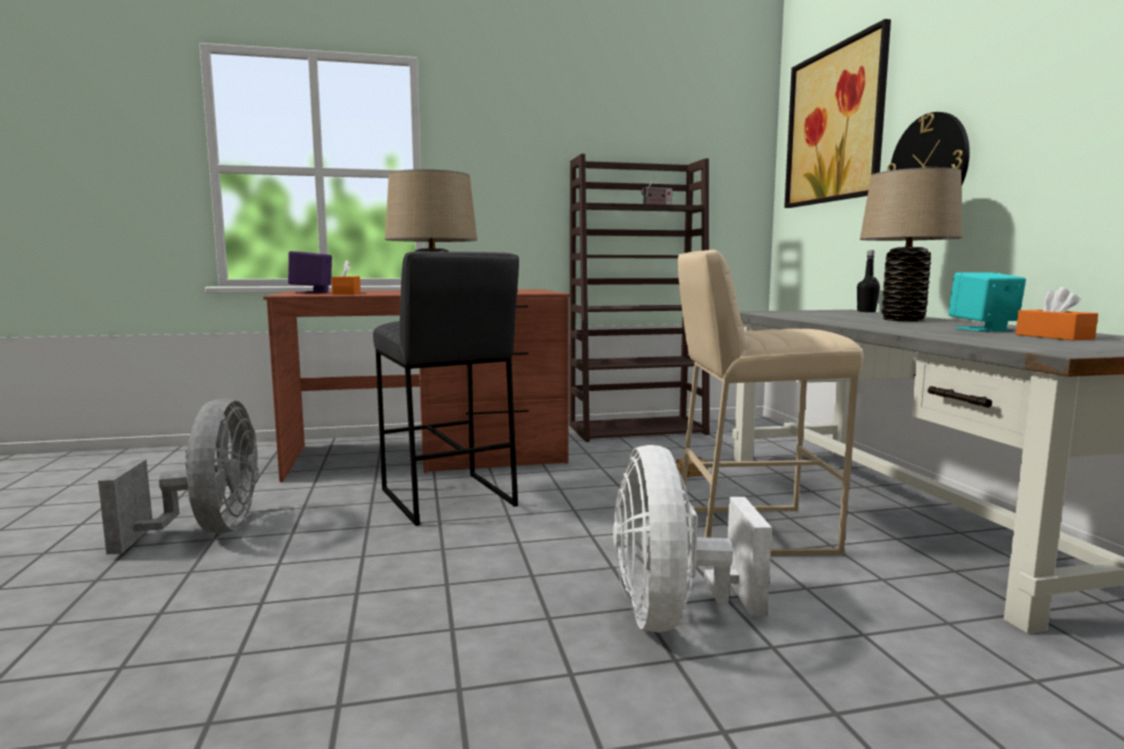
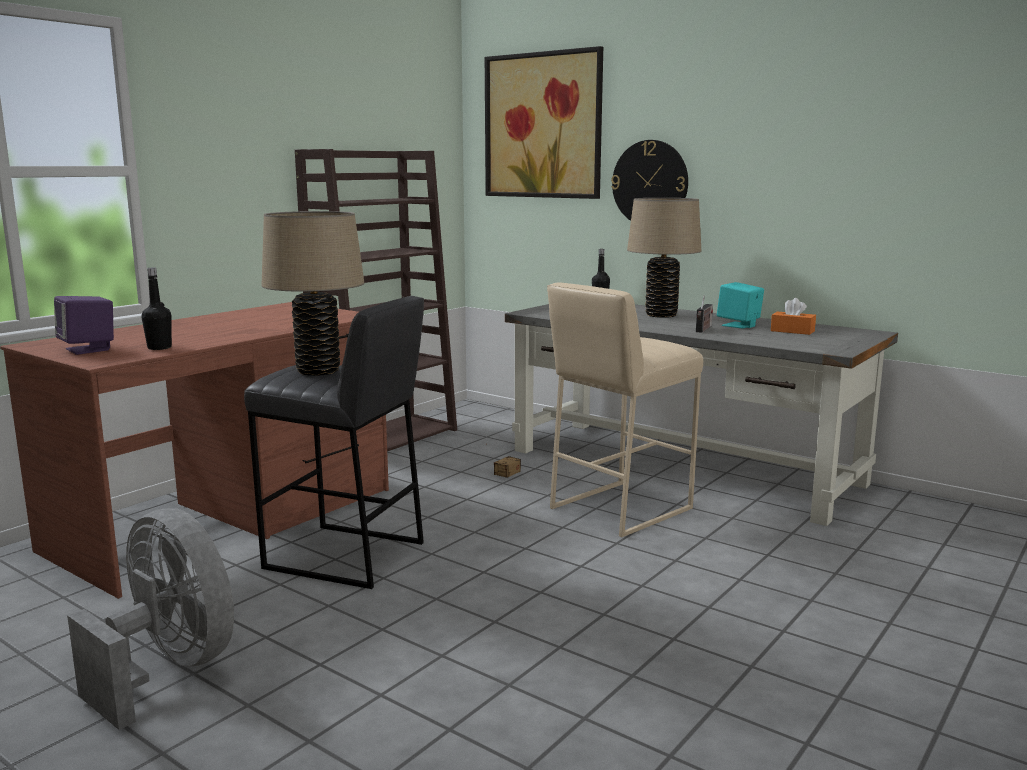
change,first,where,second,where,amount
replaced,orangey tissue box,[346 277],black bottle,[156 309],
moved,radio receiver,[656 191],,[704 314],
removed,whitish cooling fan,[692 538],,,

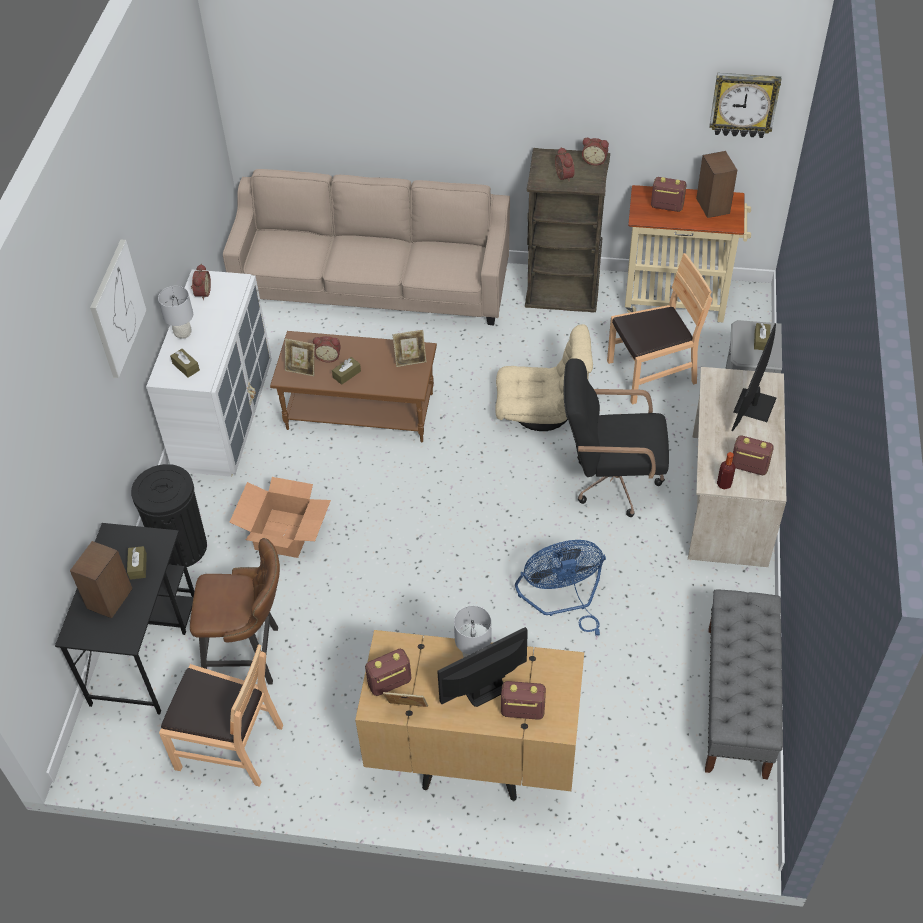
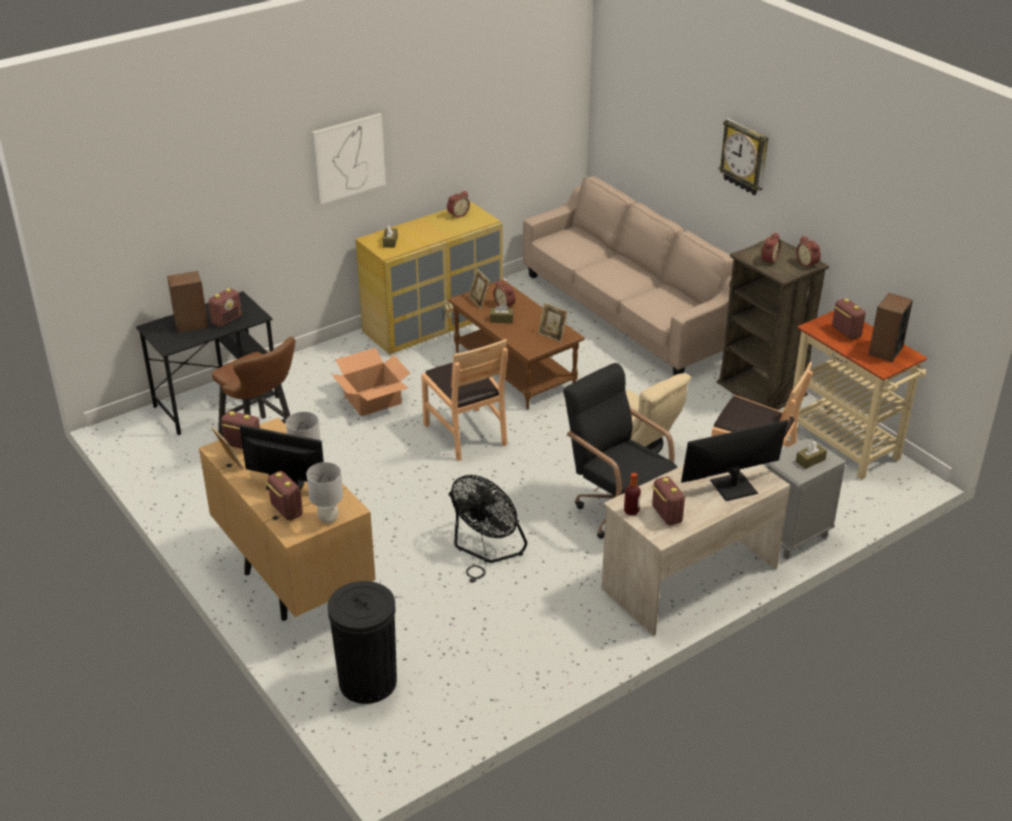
change,first,where,second,where,amount
replaced,brownish tissue box,[137 563],radio receiver,[225 307],
moved,greyish lamp for a table,[175 312],,[325 492],
moved,black rubbish bin,[169 515],,[362 642],
recoloured,whitish storage cabinet,[209 373],yellow storage cabinet,[429 278],
moved,brownish upright chair,[221 715],,[464 400],
recoloured,blue-coloured cooling fan,[560 588],black cooling fan,[487 529],
moved,wall clock,[745 105],,[744 156],
removed,greyish long seat,[744 684],,,

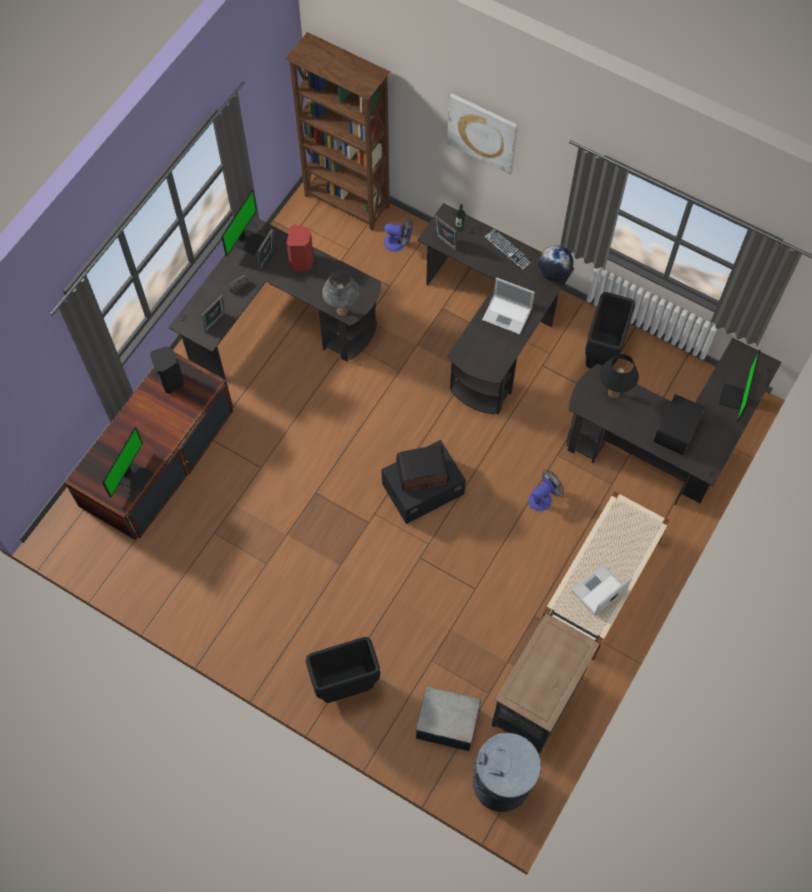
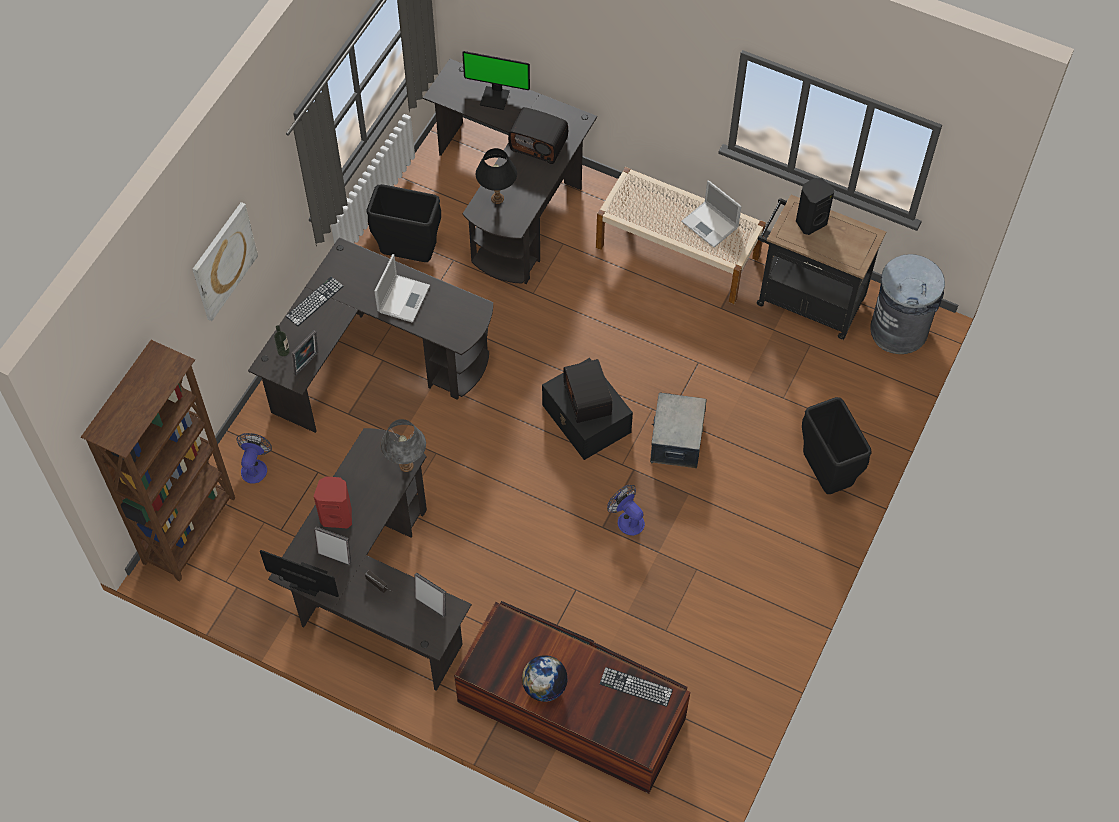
change,first,where,second,where,amount
moved,desk globe,[555 263],,[545 678],
replaced,computer display,[127 462],computer keyboard,[636 687],
moved,cooling fan,[546 490],,[626 510],
moved,storage container,[448 718],,[678 430],
moved,black audio speaker,[167 370],,[815 206],

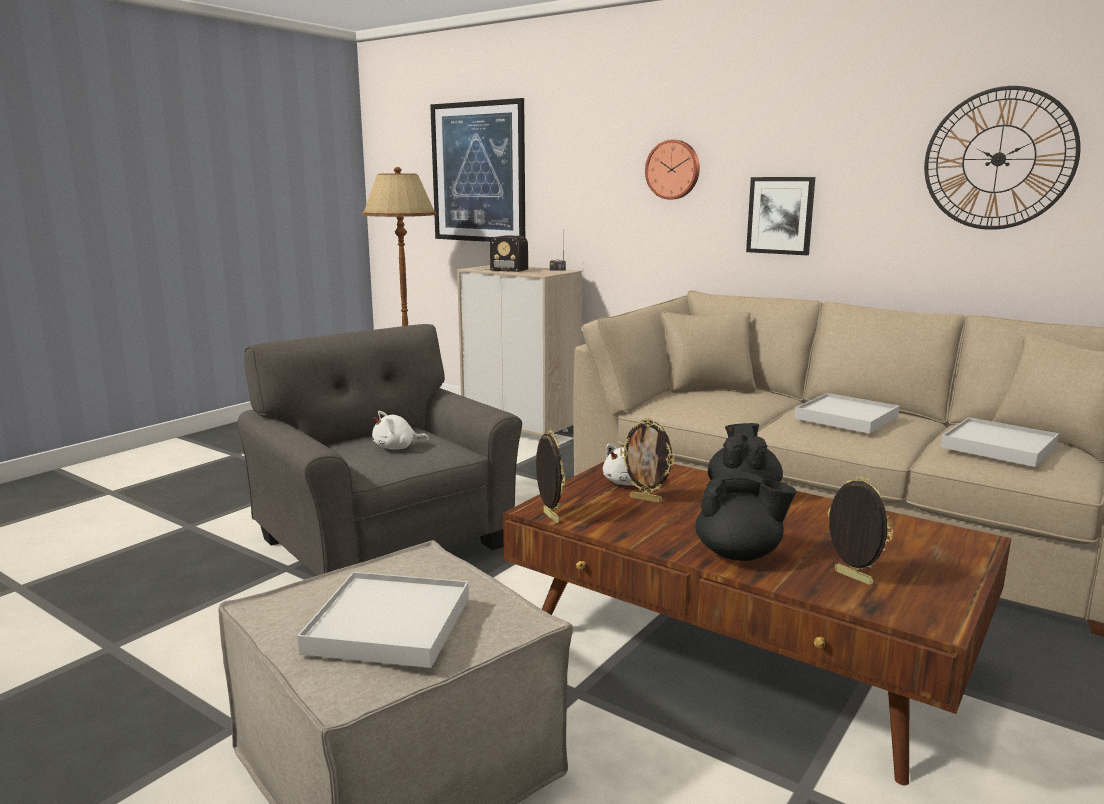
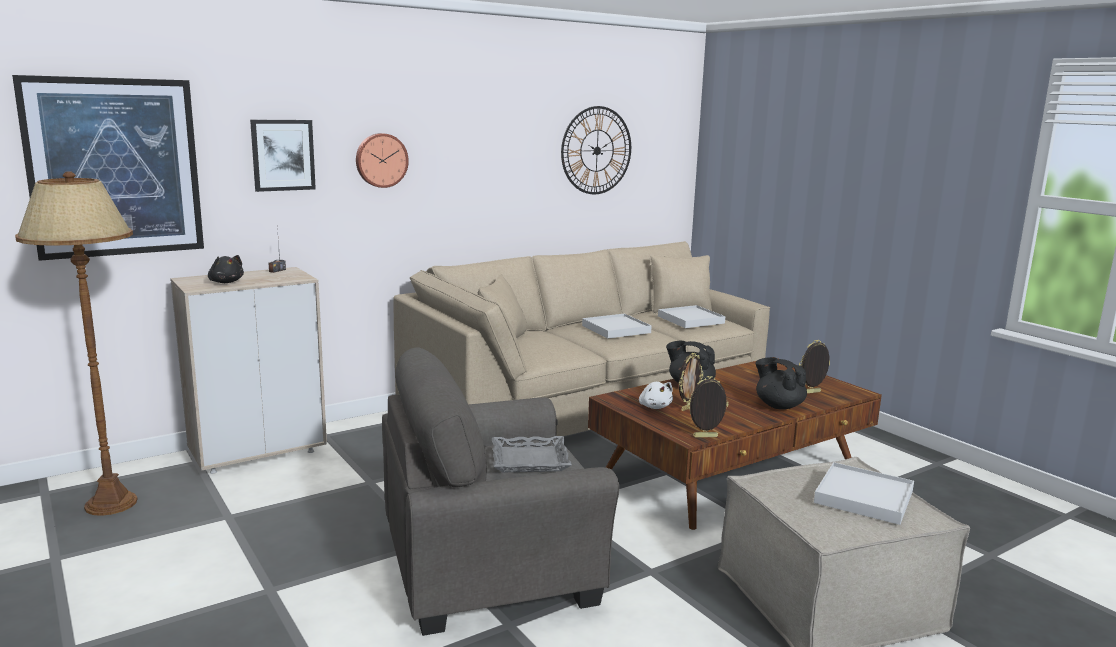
change,first,where,second,where,amount
replaced,radio receiver,[502 253],black plush toy,[226 269],
moved,picture,[780 216],,[283 156],
replaced,whitish plush toy,[400 430],greyish serving tray,[532 454],
turned,black tea pot,[746 516],,[781 383],75 degrees counterclockwise

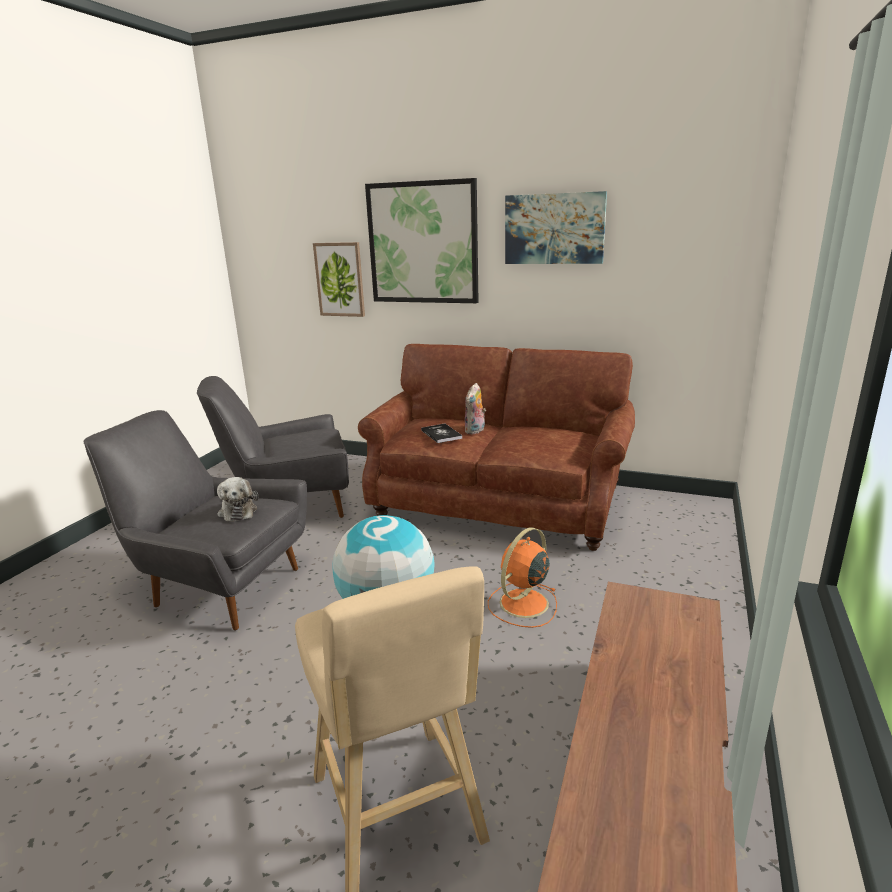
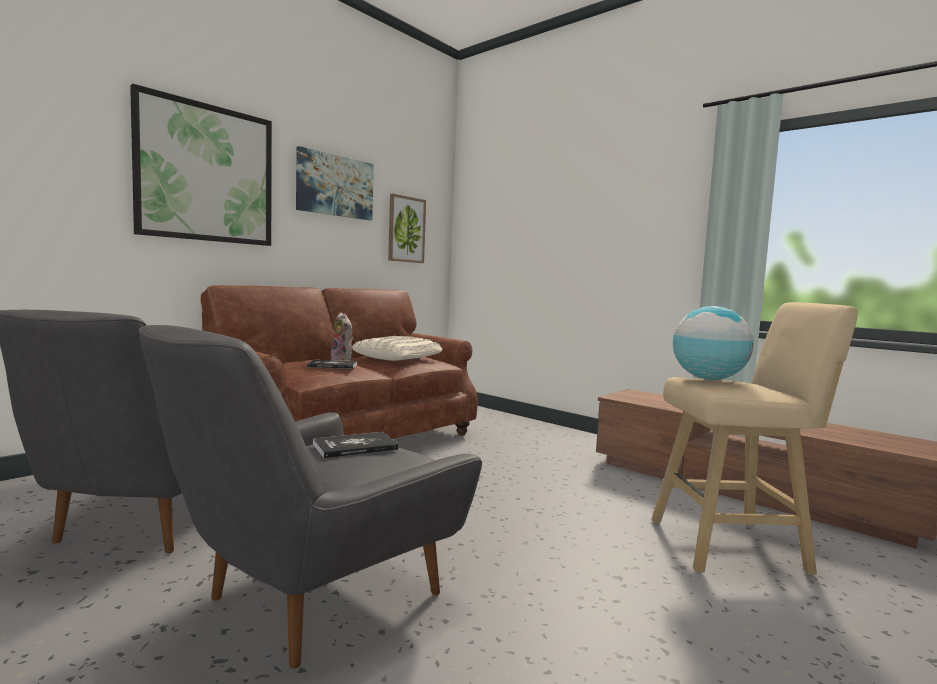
change,first,where,second,where,amount
replaced,plush toy,[237 499],volume,[356 445],
added,,,beige-coloured cushion,[397 348],
moved,picture,[339 279],,[407 228],
removed,orangey cooling fan,[522 577],,,

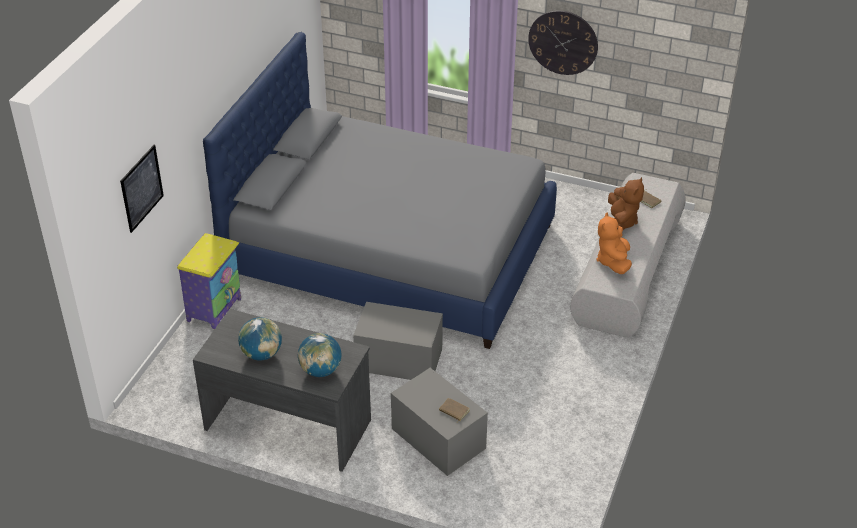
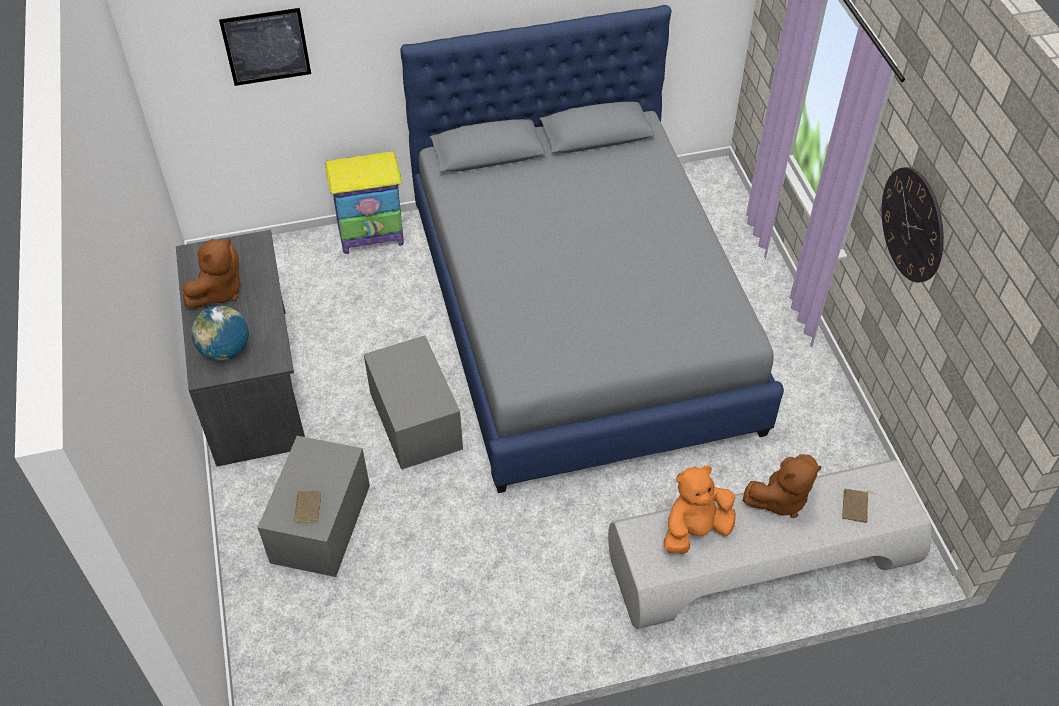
change,first,where,second,where,amount
replaced,desk globe,[260 339],brownish plush toy,[211 273],

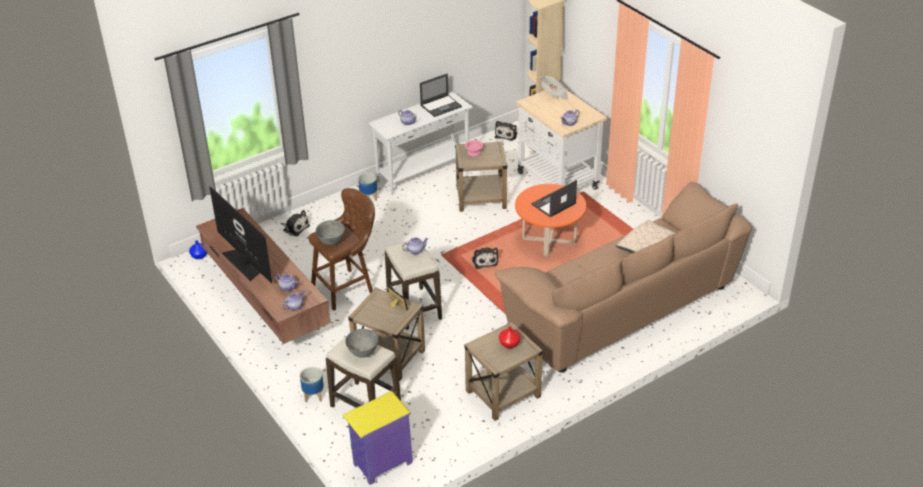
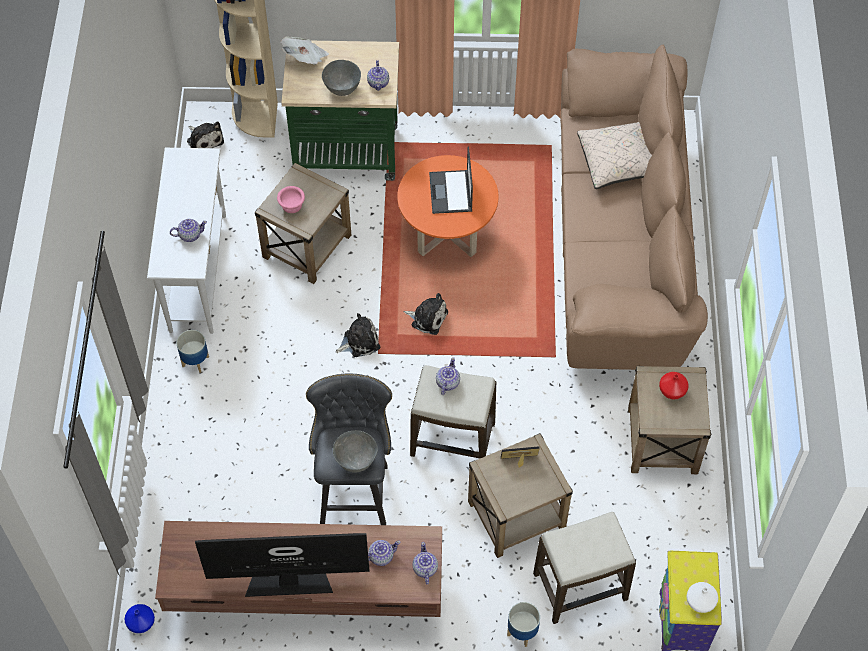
change,first,where,second,where,amount
recoloured,whitish trolley,[561 140],green-coloured trolley,[340 111],
recoloured,brownish stool,[342 249],greyish stool,[349 449],
moved,greyish bowl,[361 343],,[341 78],
moved,plush toy,[295 223],,[358 335],
added,,,whitish decorative vase,[702 597],
removed,laptop,[441 95],,,

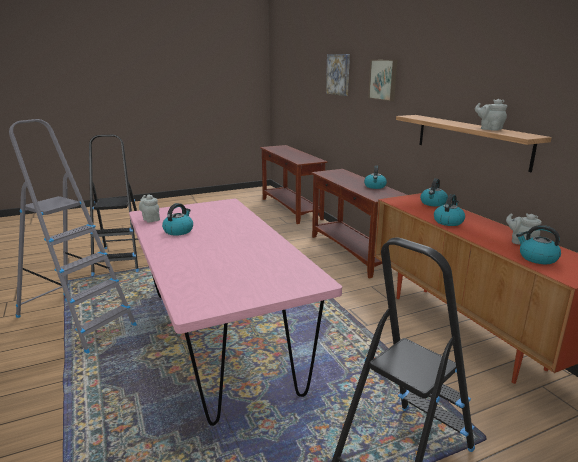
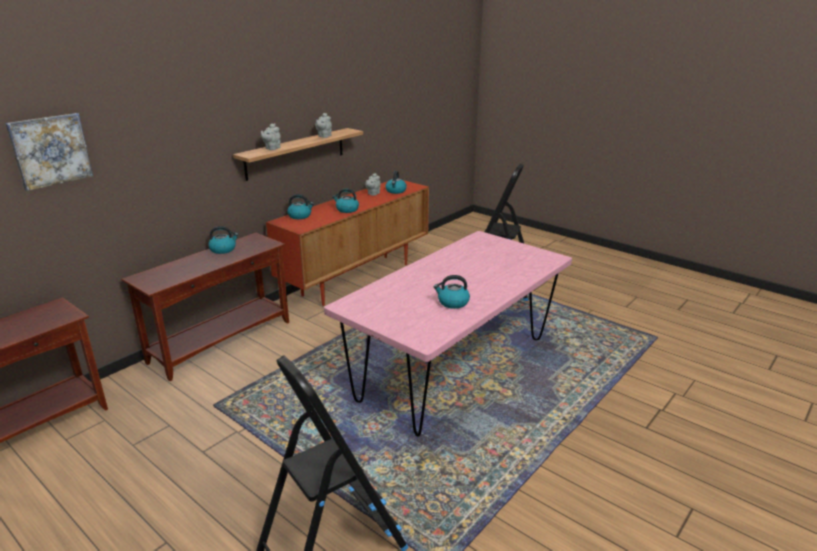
change,first,where,second,where,amount
moved,greyish tea pot,[149 208],,[271 136],
removed,greyish step ladder,[73 236],,,
removed,picture,[382 80],,,

